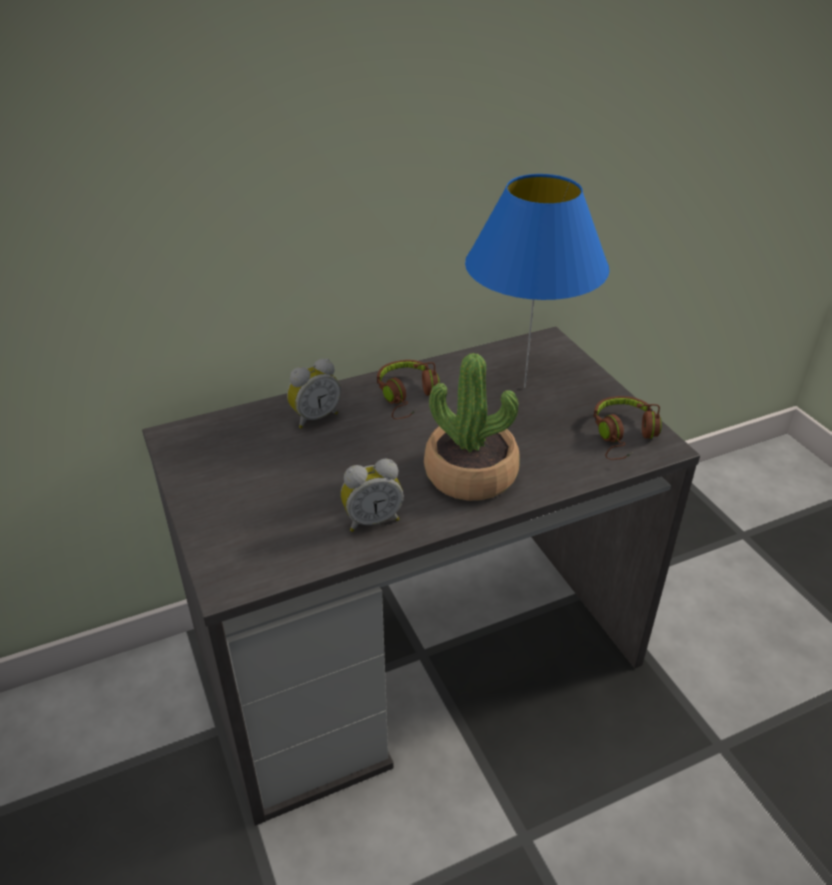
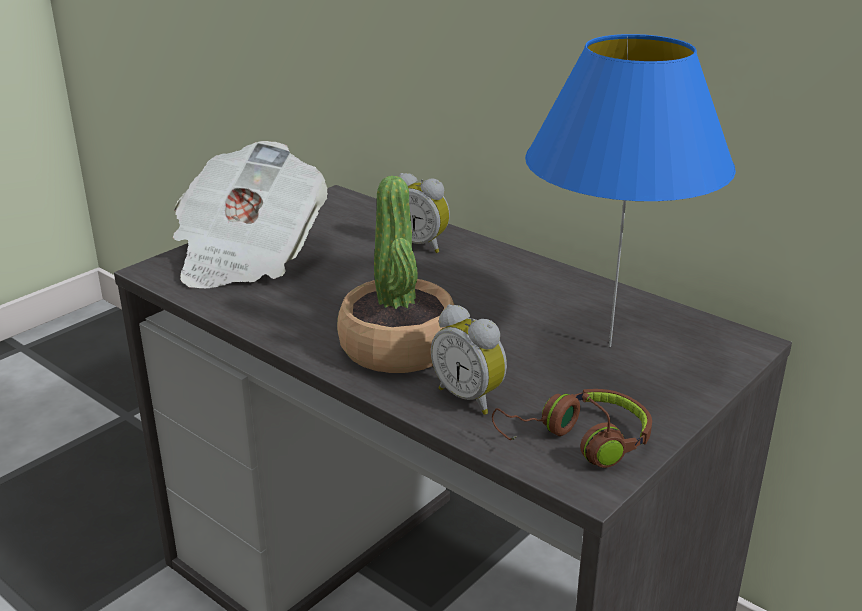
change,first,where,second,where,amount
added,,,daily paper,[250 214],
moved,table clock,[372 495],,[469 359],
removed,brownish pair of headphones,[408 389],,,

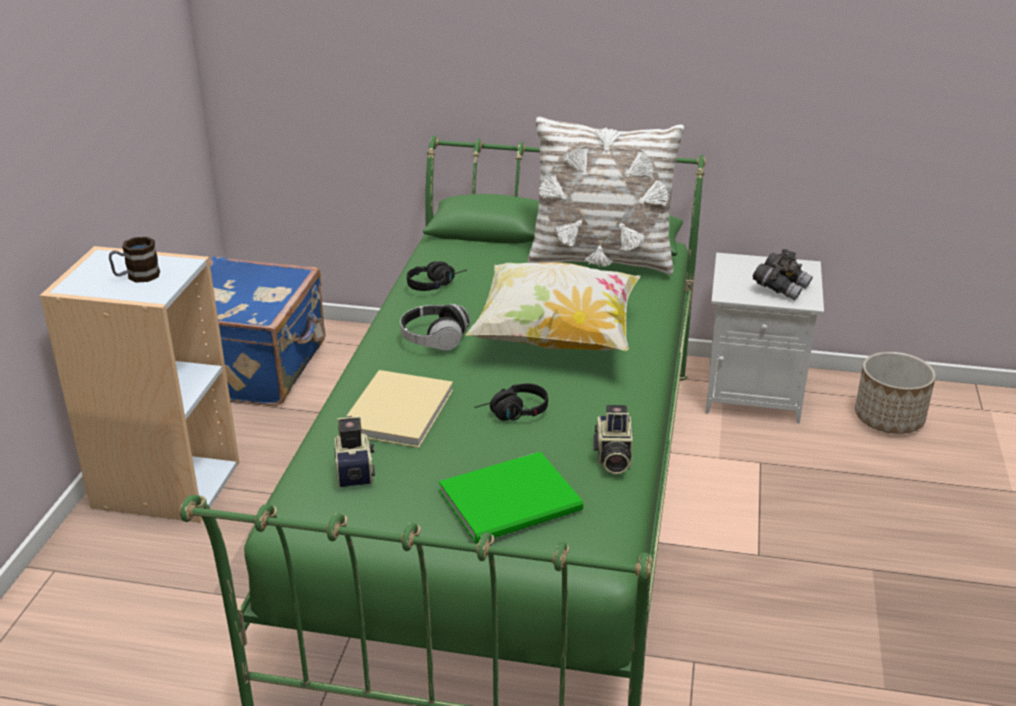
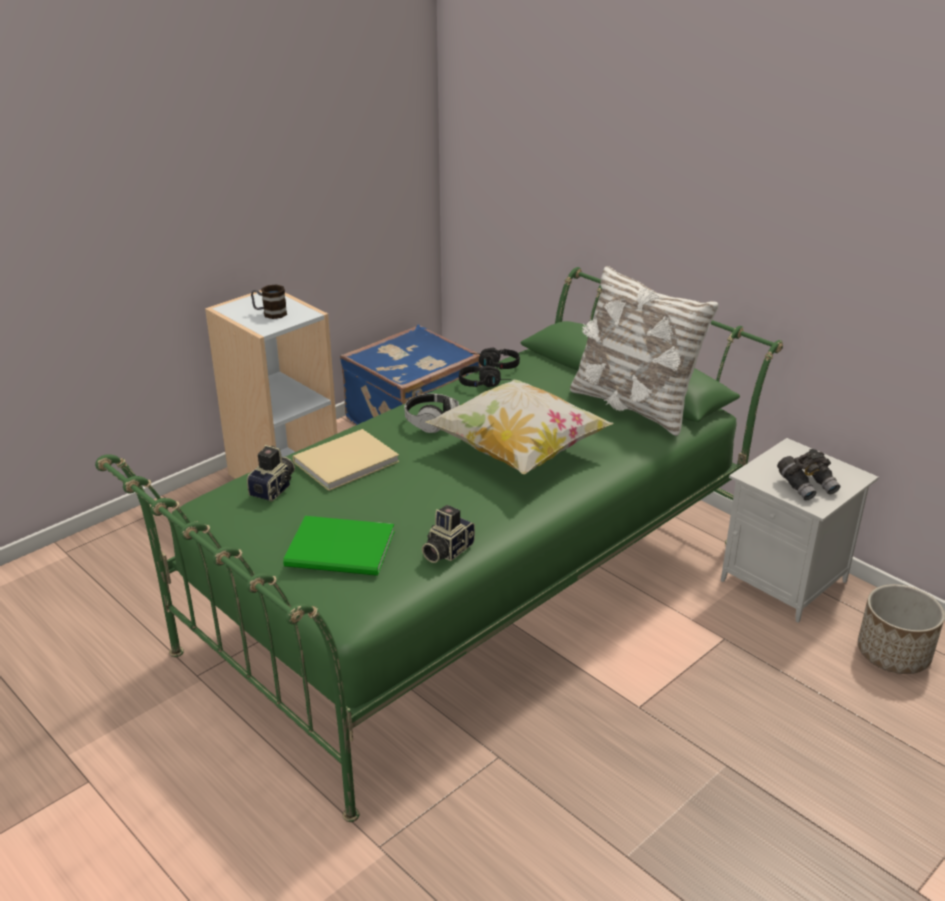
change,first,where,second,where,amount
moved,black pair of headphones,[511 402],,[495 358],

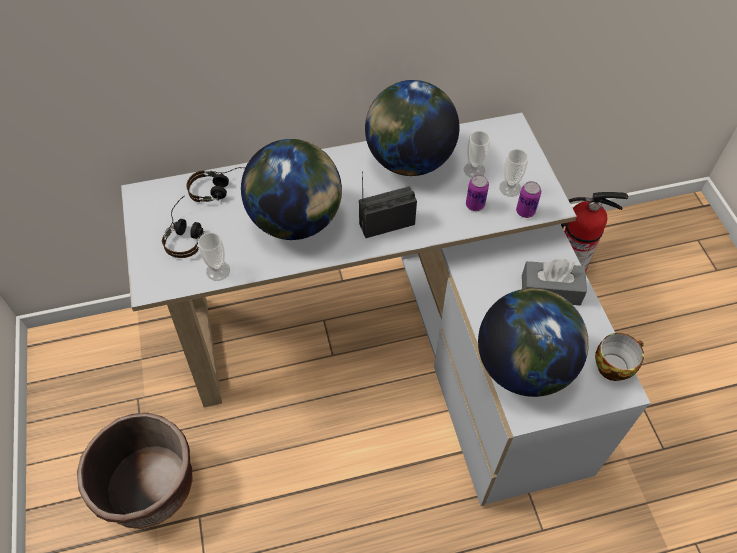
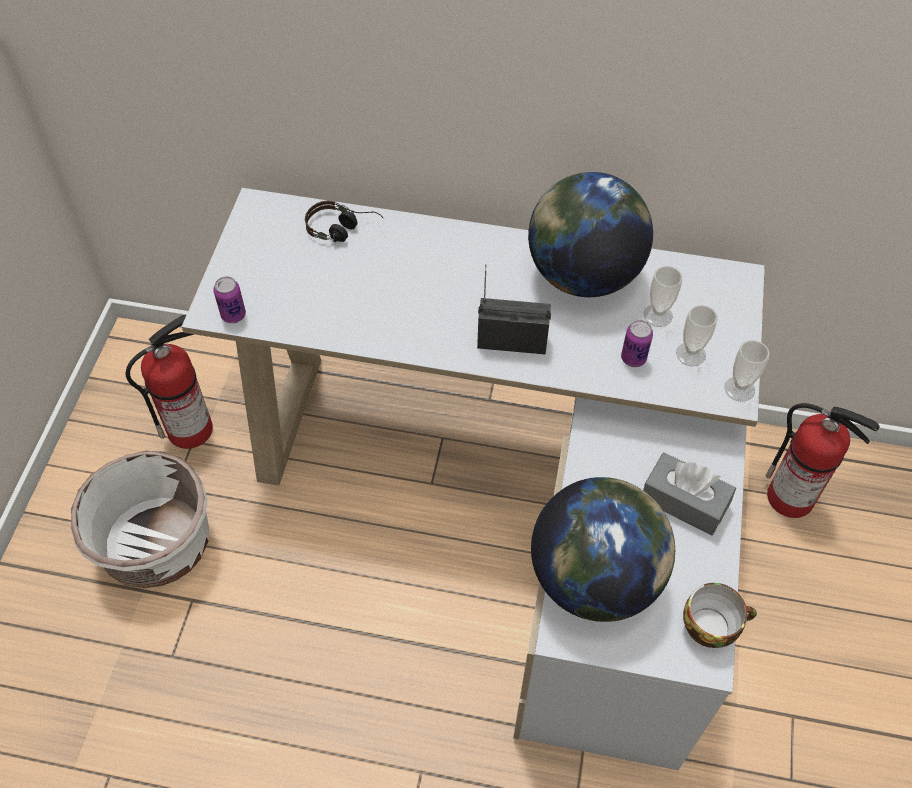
change,first,where,second,where,amount
recoloured,brownish plant pot,[135 471],whitish plant pot,[140 519],
added,,,fire extinguisher,[169 382],
moved,sealed can,[528 199],,[229 300],
moved,drinking cup,[214 256],,[747 371],
removed,pair of headphones,[183 227],,,
removed,desk globe,[291 189],,,

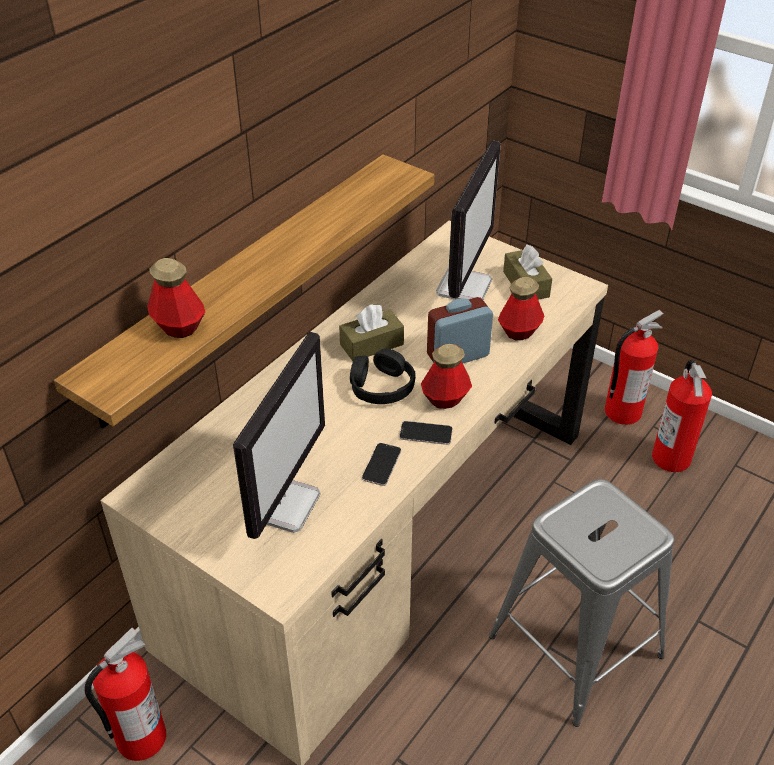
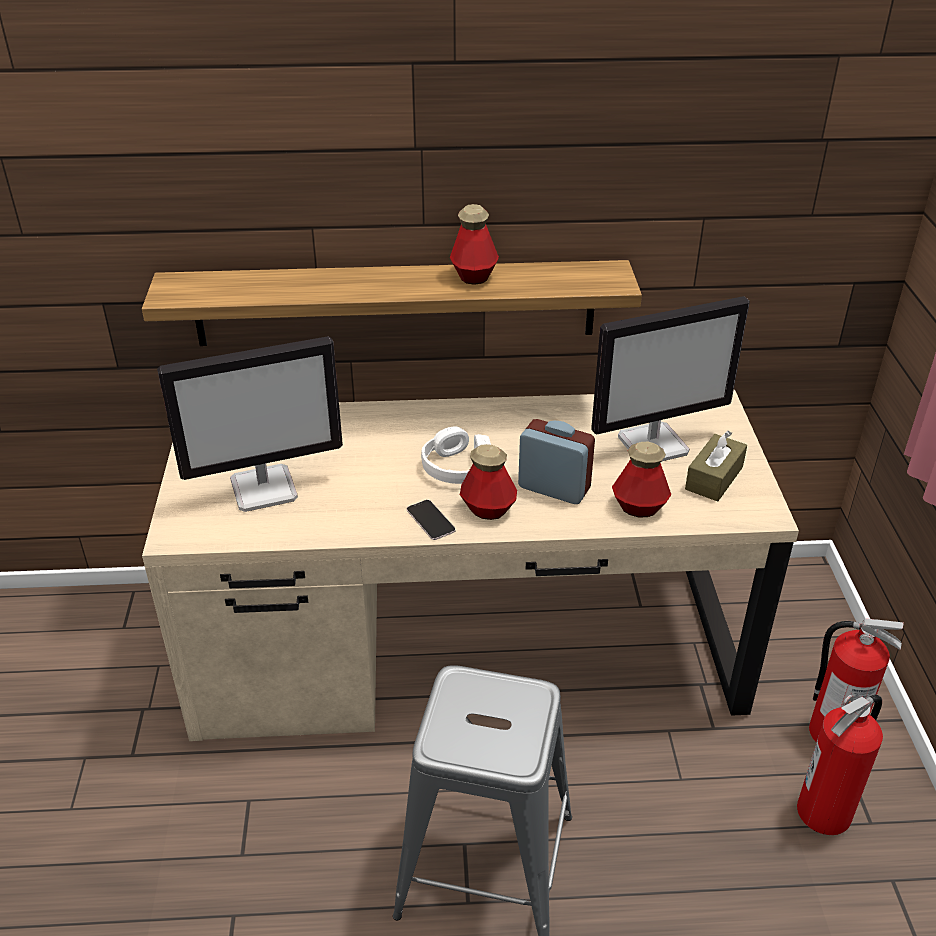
change,first,where,second,where,amount
recoloured,black pair of headphones,[382 376],whitish pair of headphones,[456 455],
moved,bottle,[176 298],,[474 244],
removed,fire extinguisher,[125 694],,,
removed,brownish tissue box,[371 332],,,
removed,telephone,[381 464],,,

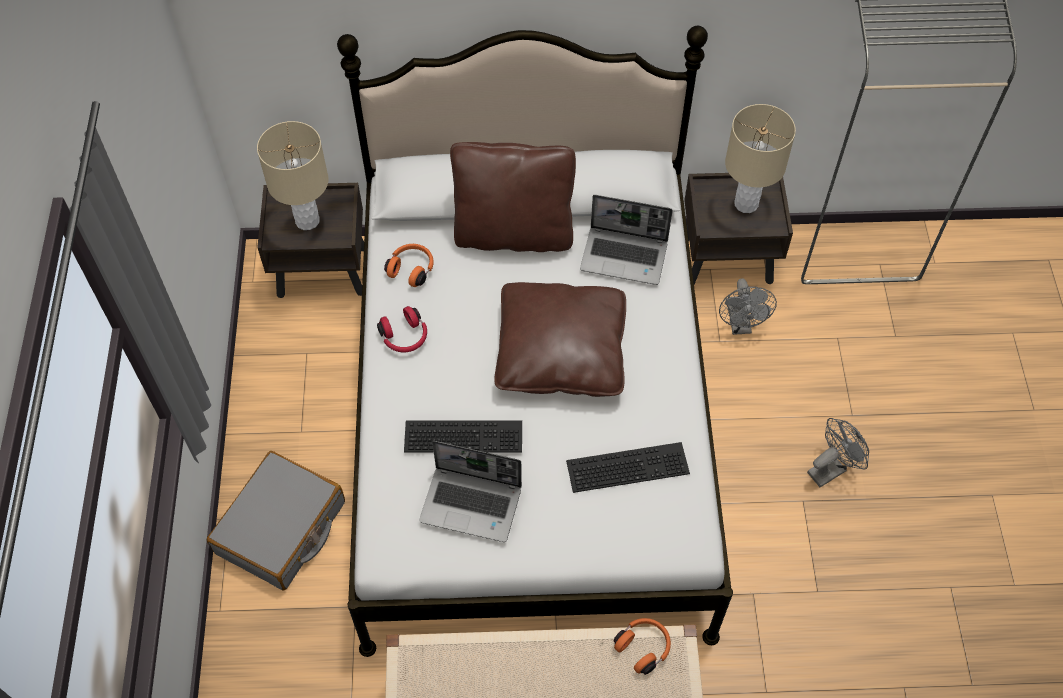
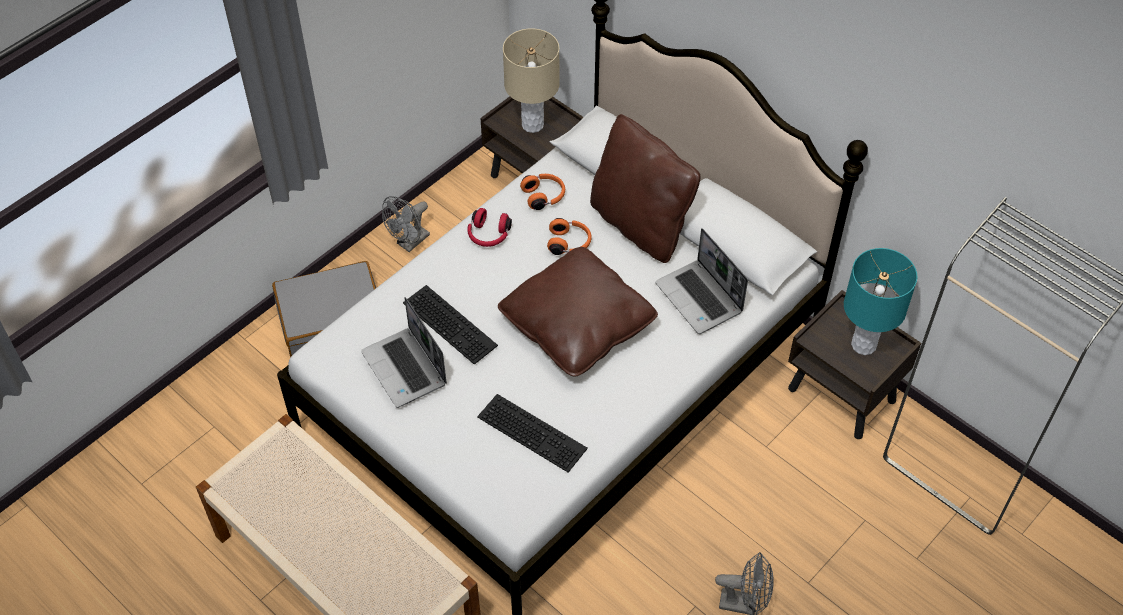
change,first,where,second,where,amount
moved,greyish cooling fan,[748 306],,[406 224],
moved,orangey pair of headphones,[642 646],,[569 236],
recoloured,beige-coloured lamp for a table,[760 158],turquoise lamp for a table,[880 301],

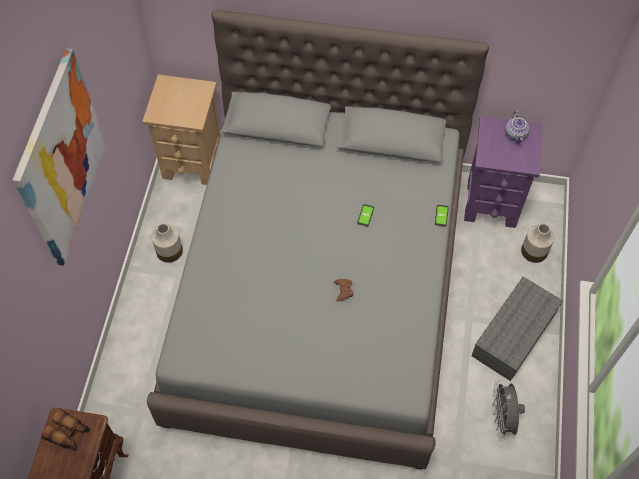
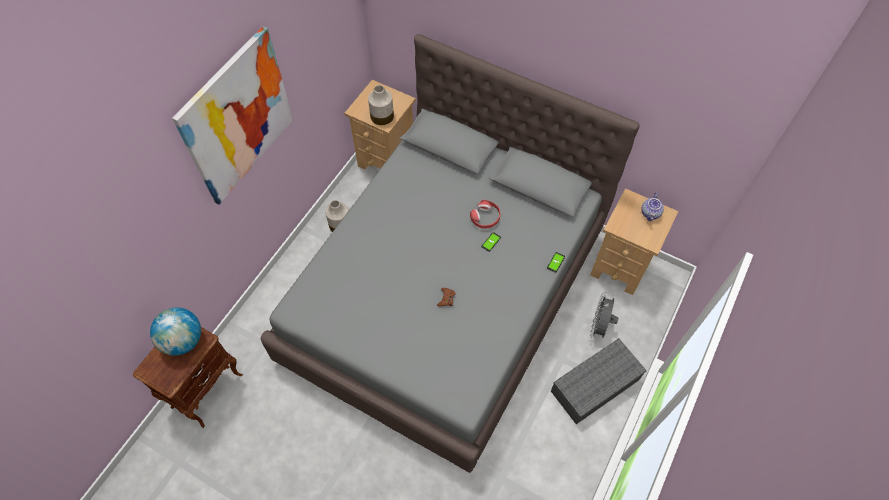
change,first,where,second,where,amount
replaced,binoculars,[65 429],desk globe,[175 332],
moved,beige-coloured decorative vase,[537 243],,[381 105],
added,,,reddish pair of headphones,[485 214],
recoloured,purplish nightstand,[503 172],beige-coloured nightstand,[634 241],
moved,greyish cooling fan,[509 409],,[604 315],

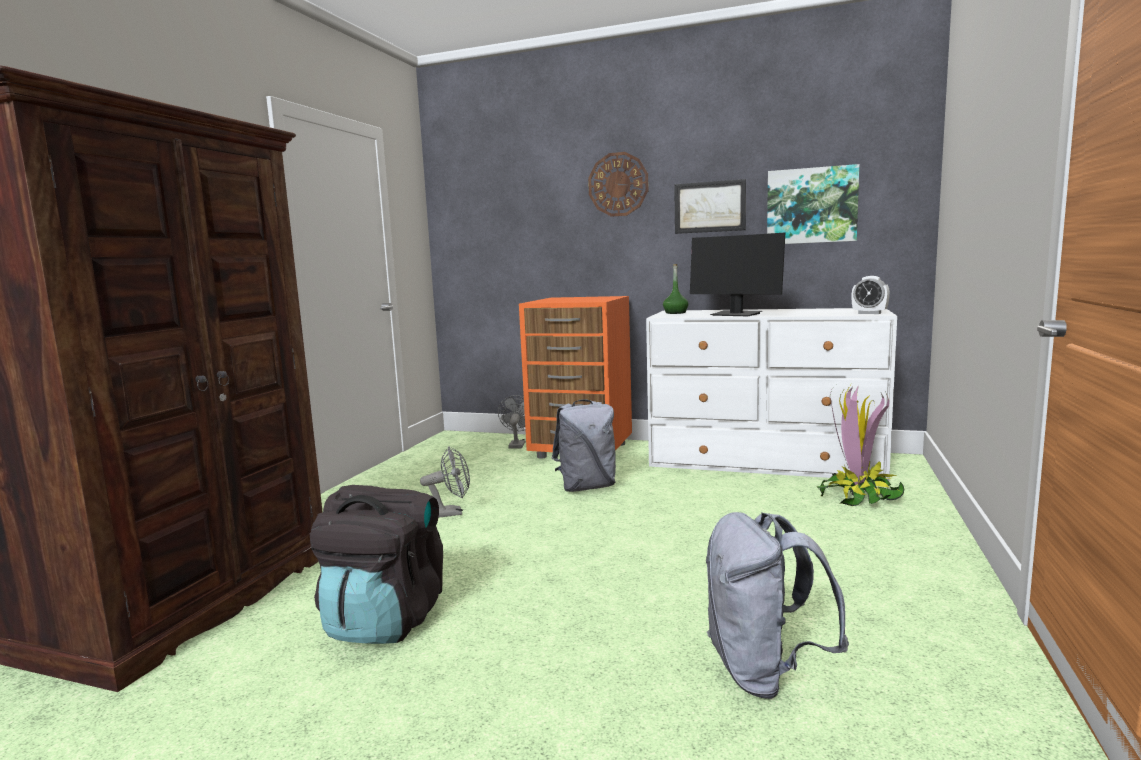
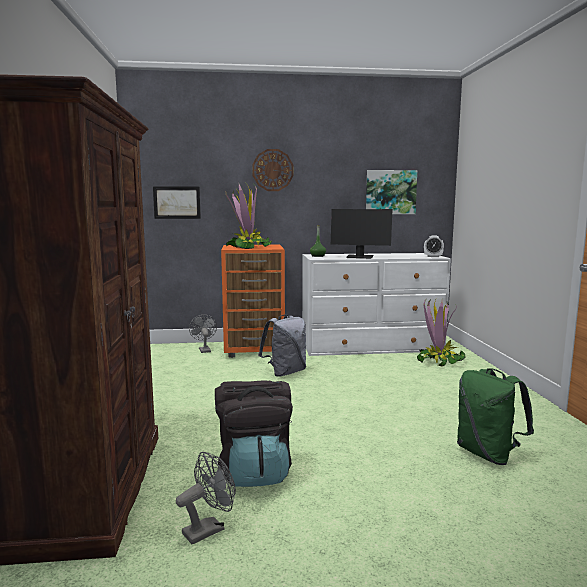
change,first,where,second,where,amount
moved,picture,[710 206],,[177 202],
moved,greyish cooling fan,[445 482],,[206 498],
added,,,potted plant,[249 216],
recoloured,greyish knapsack,[777 605],green-coloured knapsack,[495 416],

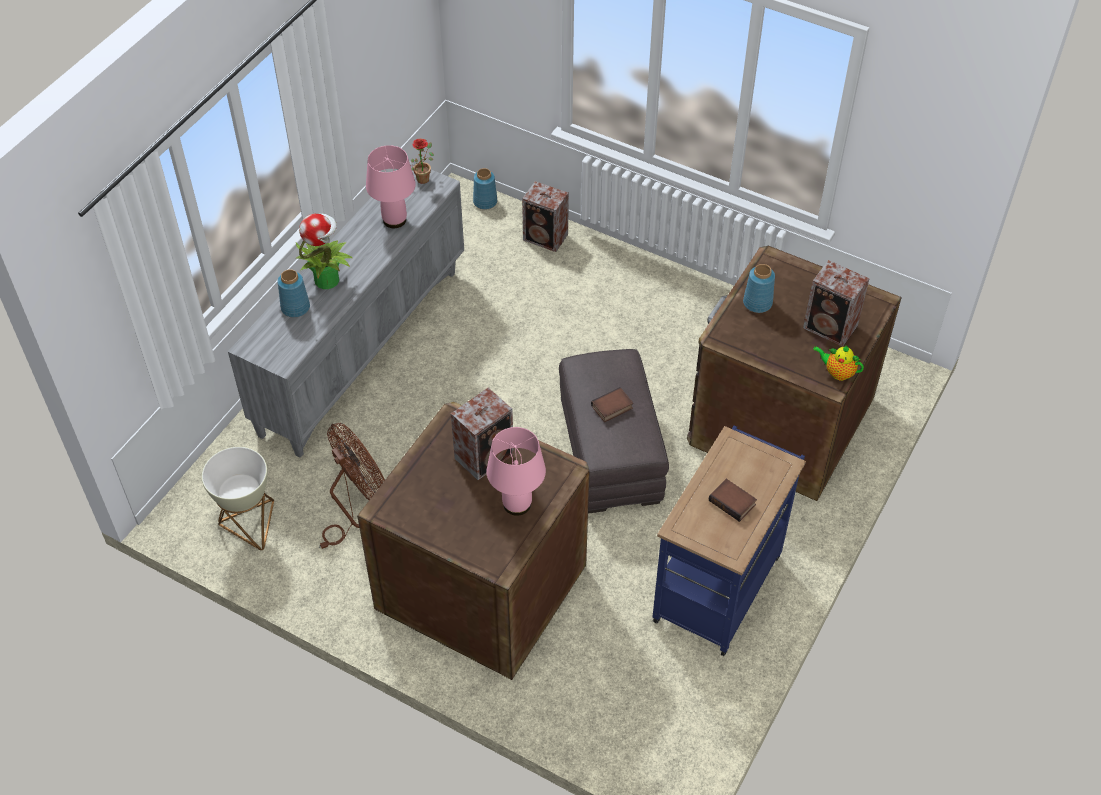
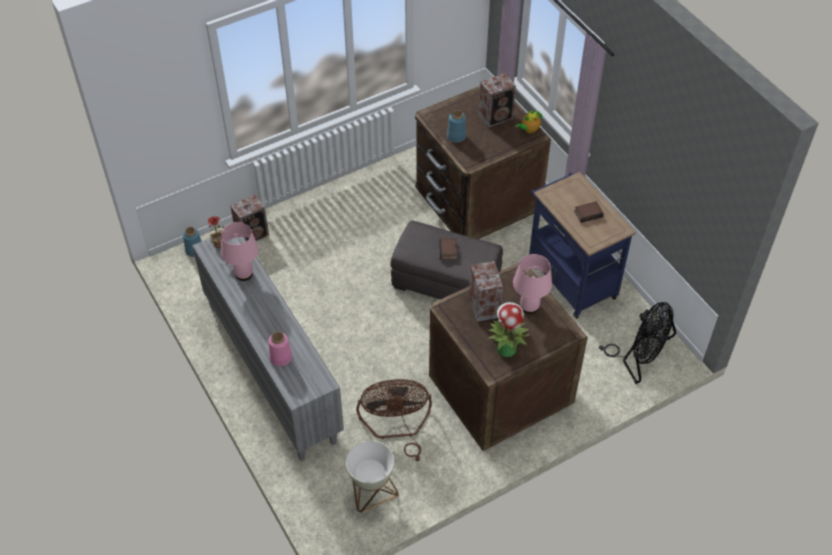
change,first,where,second,where,amount
recoloured,blue-coloured decorative vase,[294 293],pinkish decorative vase,[280 349],
moved,potted plant,[324 251],,[508 329],
added,,,black cooling fan,[637 343],

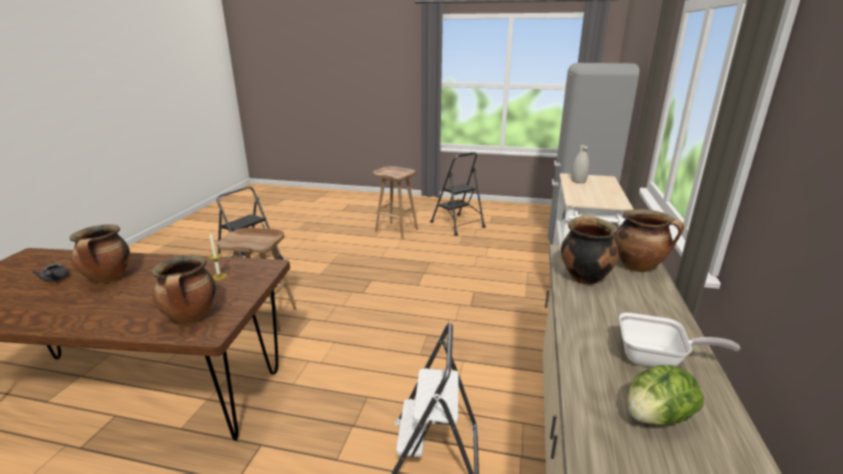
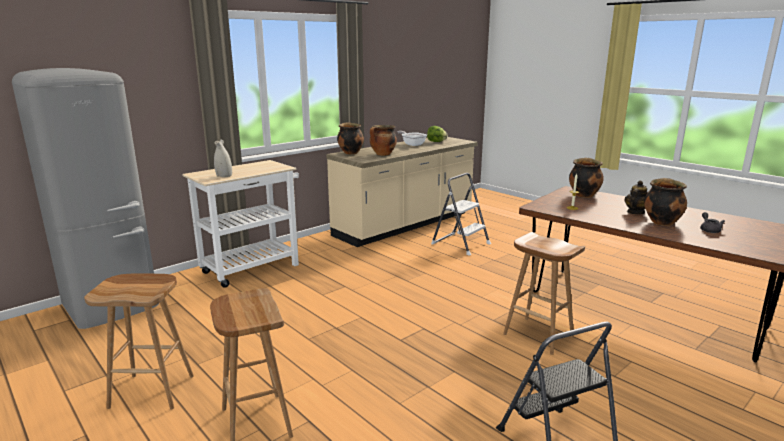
change,first,where,second,where,amount
replaced,black step ladder,[458 194],brownish stool,[139 342],
added,,,tea pot,[636 197],

